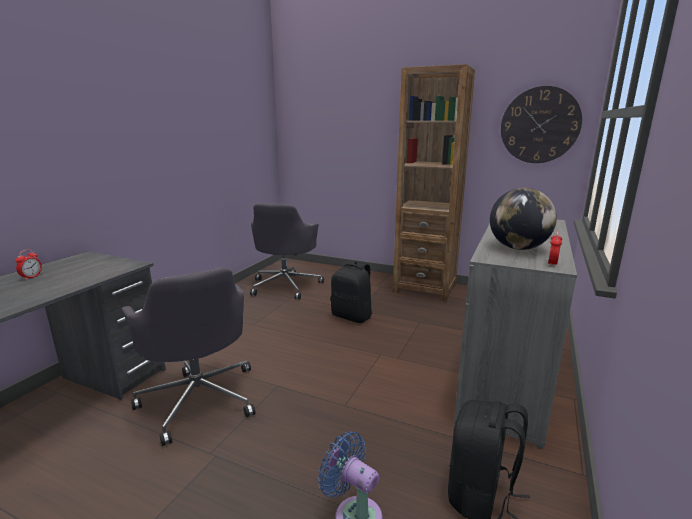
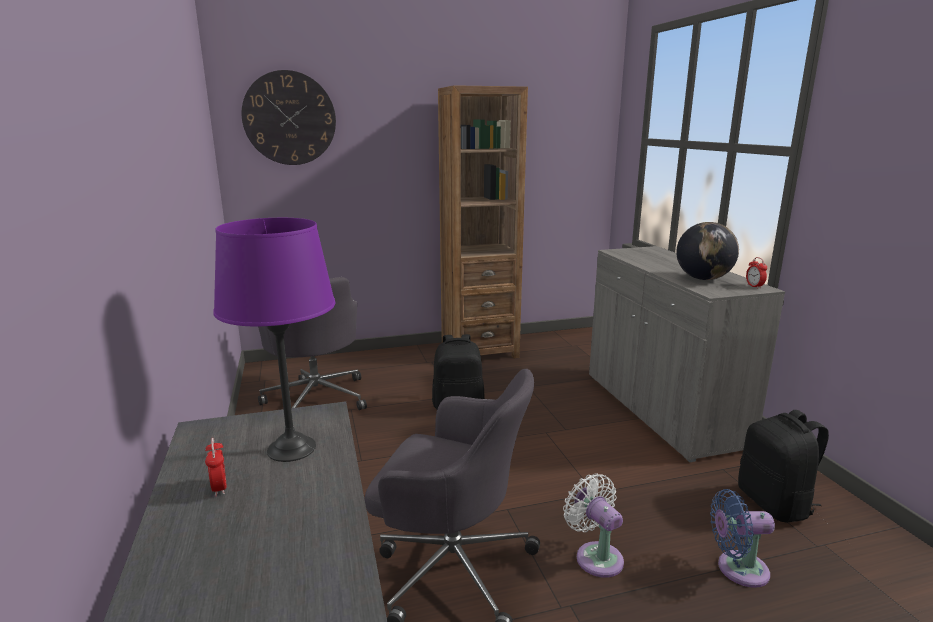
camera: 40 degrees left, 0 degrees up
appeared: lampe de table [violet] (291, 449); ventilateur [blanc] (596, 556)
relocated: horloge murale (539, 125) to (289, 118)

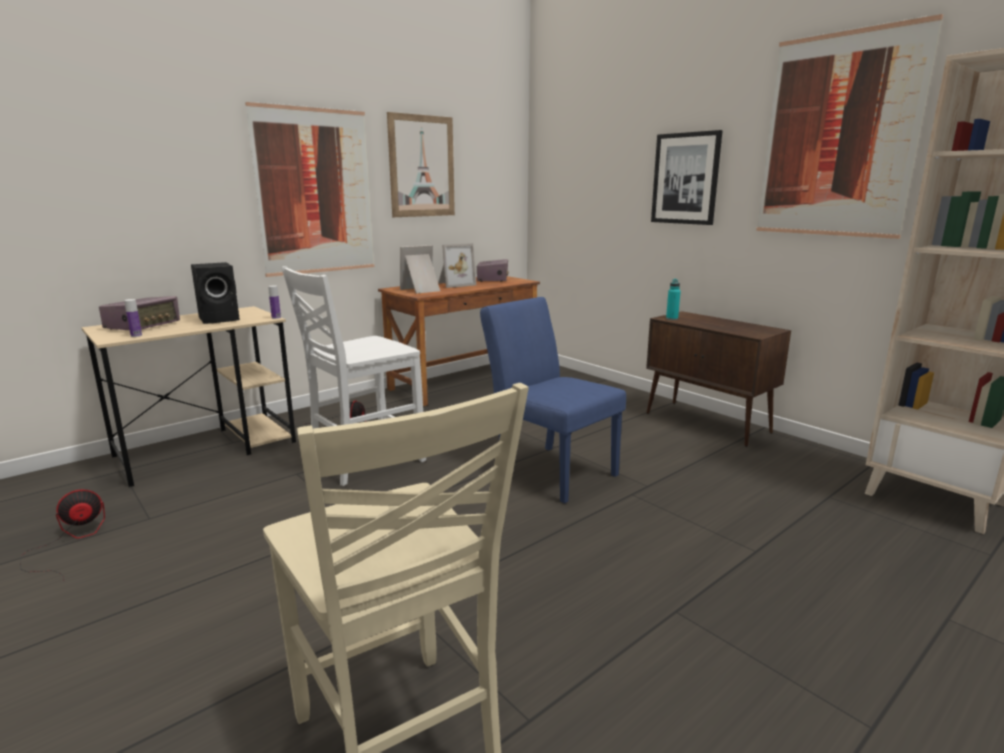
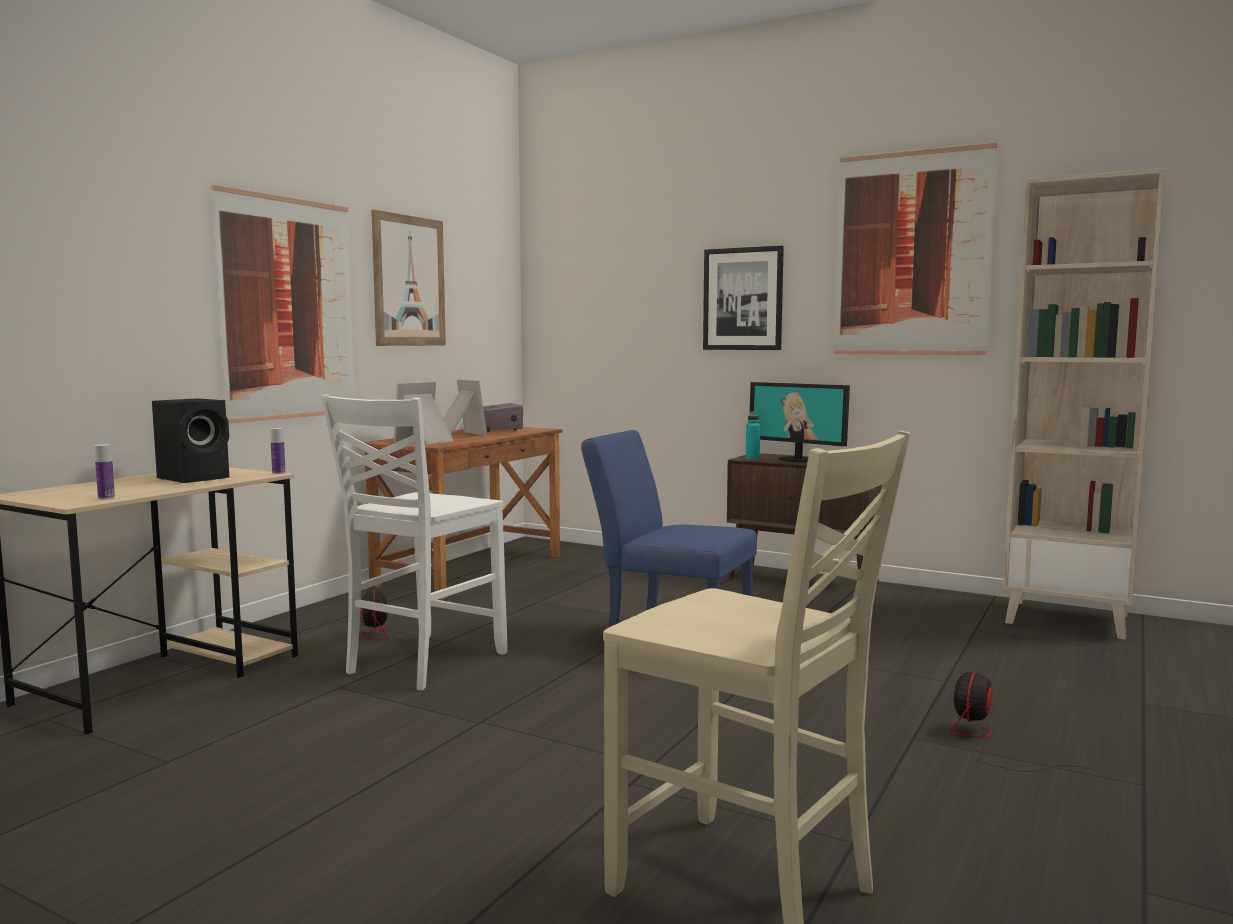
camera: 20 degrees left, 10 degrees down
missing: radio (143, 326)
appeared: écran d'ordinateur (797, 459)
relocated: ventilateur (70, 541) to (988, 741)
spun: cadre photo (454, 284) = (458, 435) 75 degrees counterclockwise

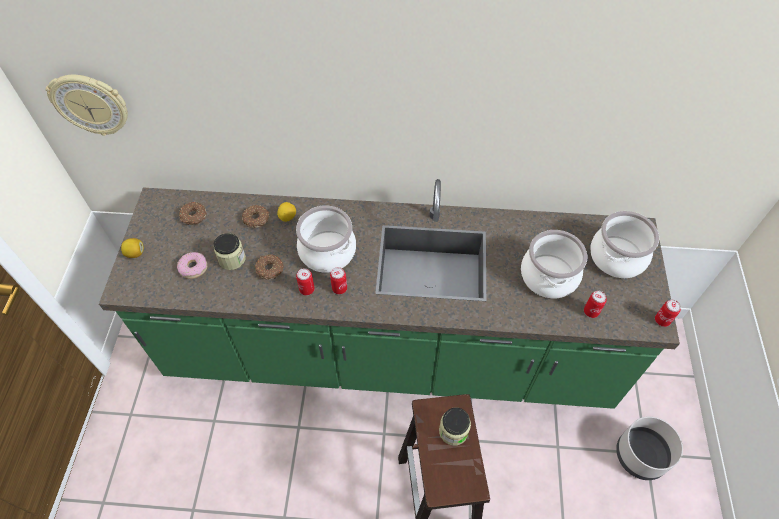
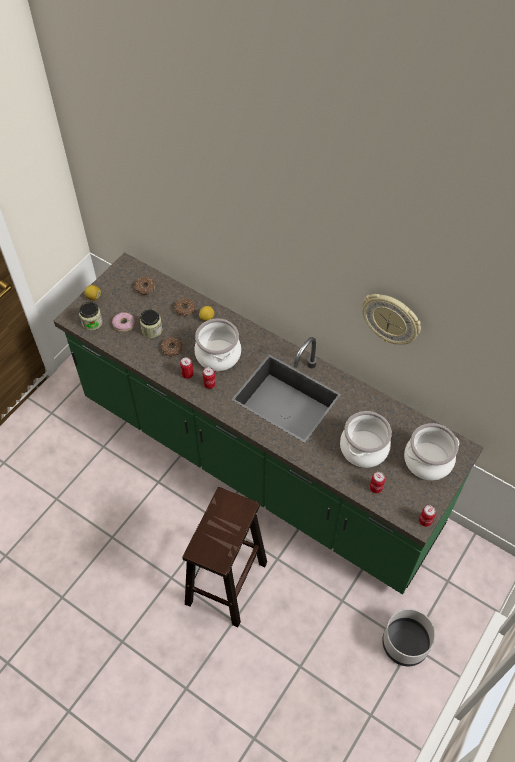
camera: 30 degrees right, 0 degrees up
relocated: horloge murale (91, 104) to (391, 319); bocal (453, 431) to (92, 322)

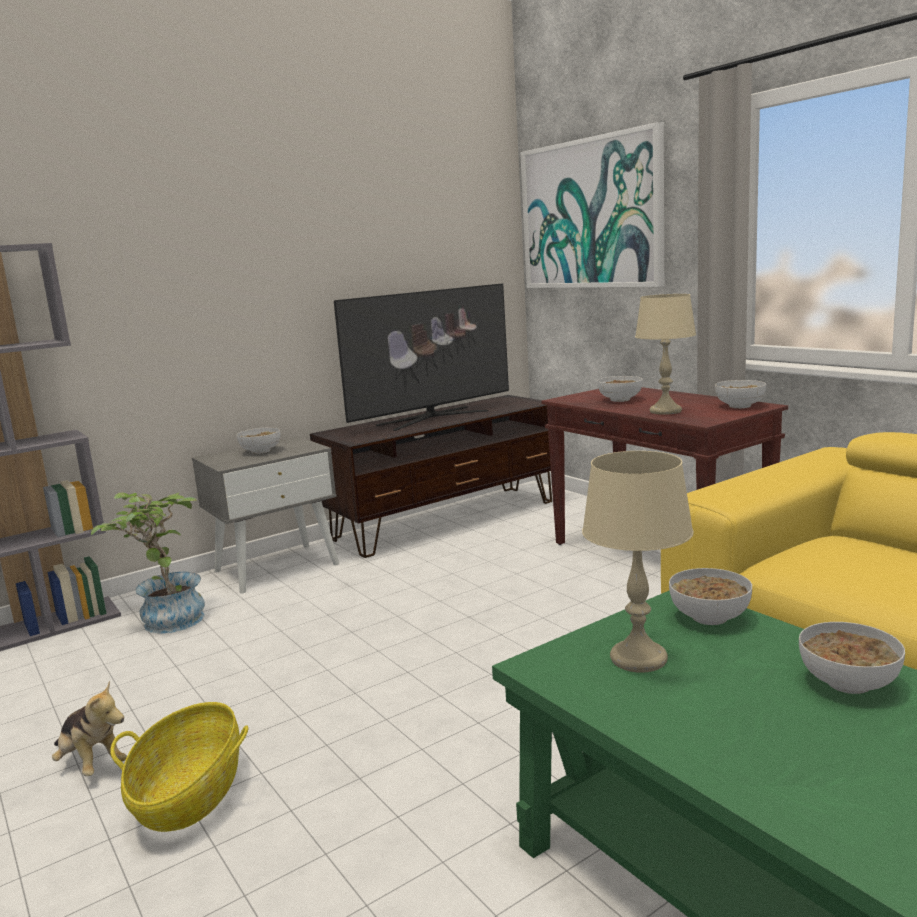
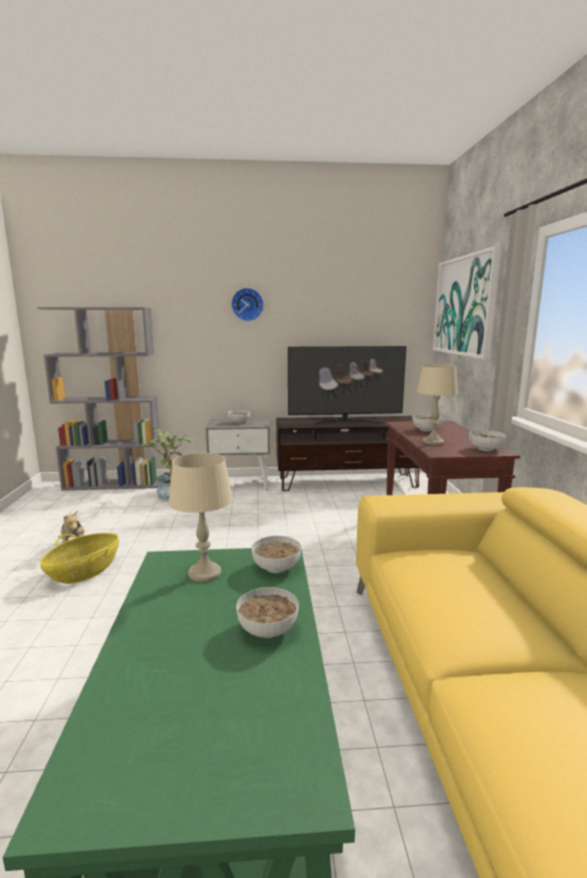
camera: 30 degrees right, 0 degrees up
appeared: horloge murale (247, 304)

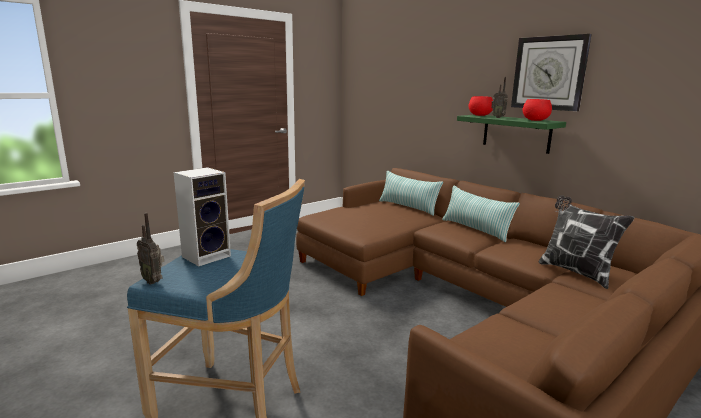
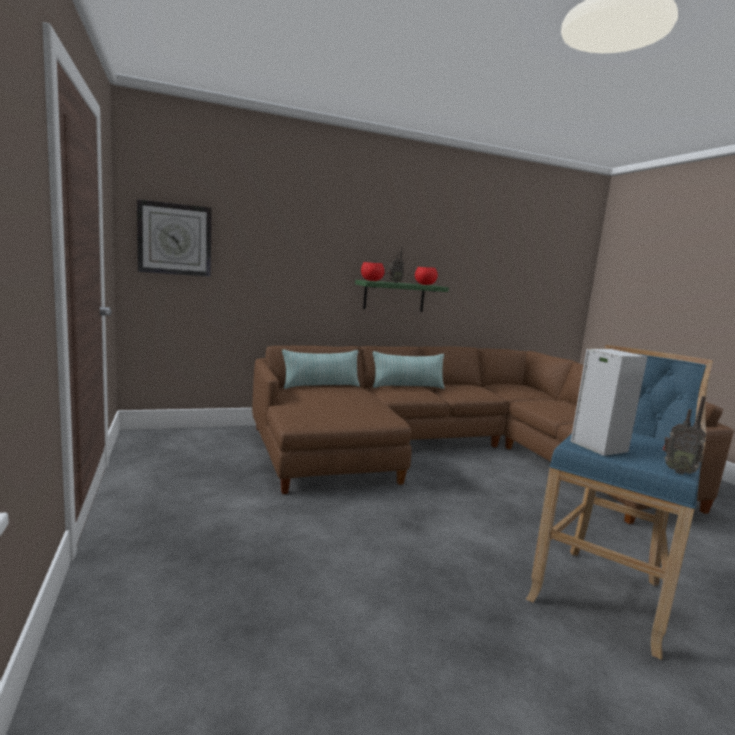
camera: 70 degrees left, 5 degrees down
missing: coussin (575, 272)
relocated: horloge murale (549, 73) to (175, 239)
spun: radio (153, 281) = (678, 471) 75 degrees clockwise

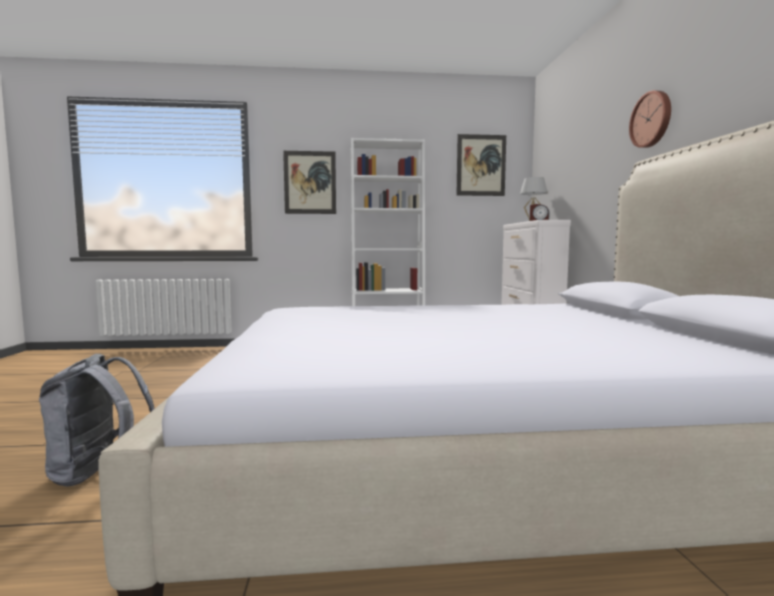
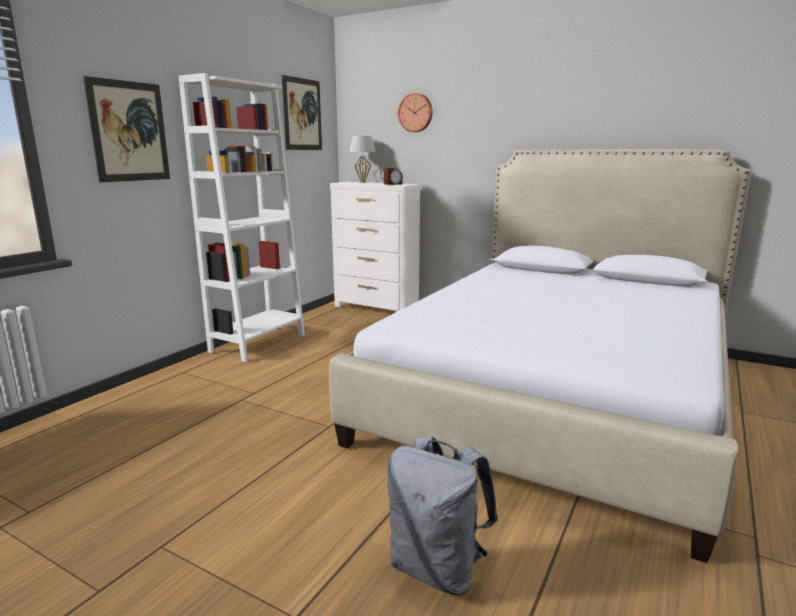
camera: 55 degrees left, 10 degrees up
relocated: horloge murale (652, 119) to (416, 113)

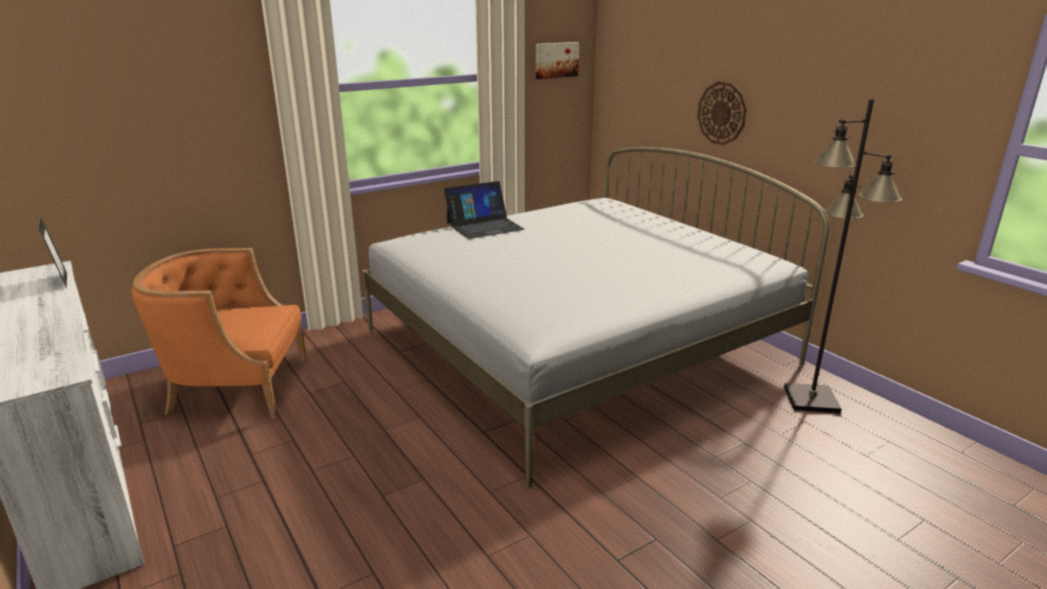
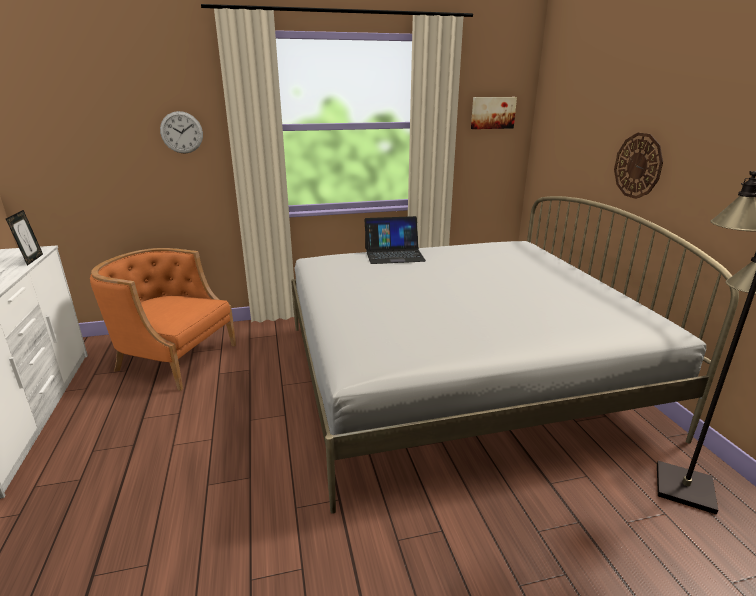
camera: 20 degrees right, 0 degrees up
appeared: horloge murale (181, 132)

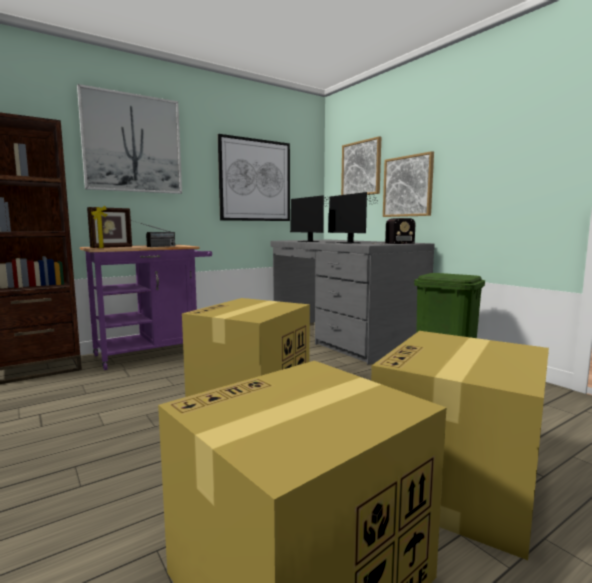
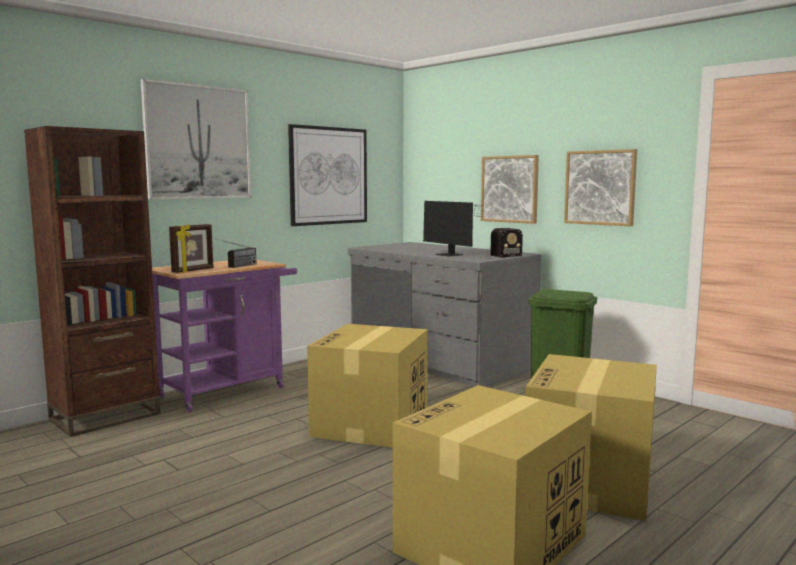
camera: 10 degrees left, 0 degrees up
missing: écran d'ordinateur (309, 241)
relocated: tableau (361, 168) to (600, 187)

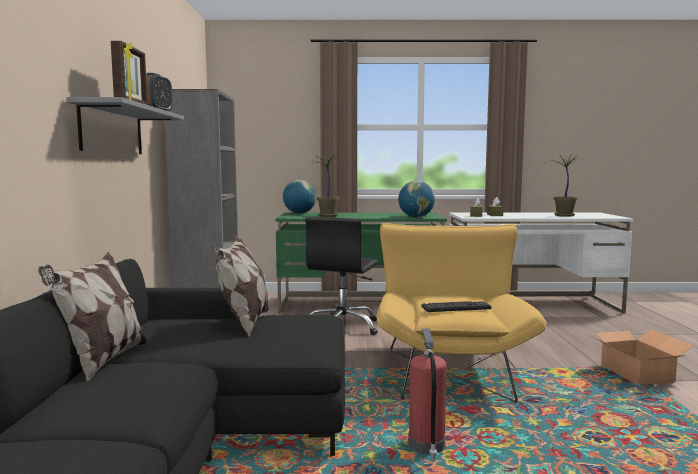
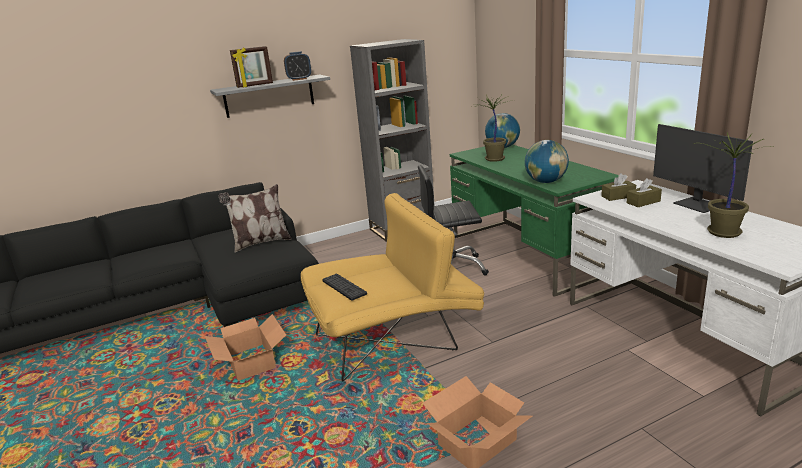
camera: 65 degrees right, 15 degrees up
missing: coussin (102, 360)
appeared: écran d'ordinateur (697, 205)
exchanged: extincteur (427, 447) to carton (251, 362)

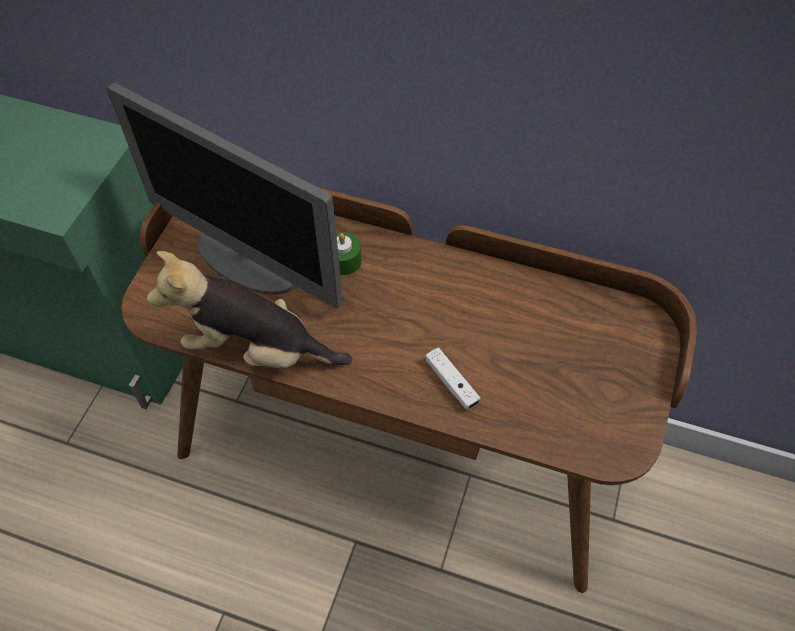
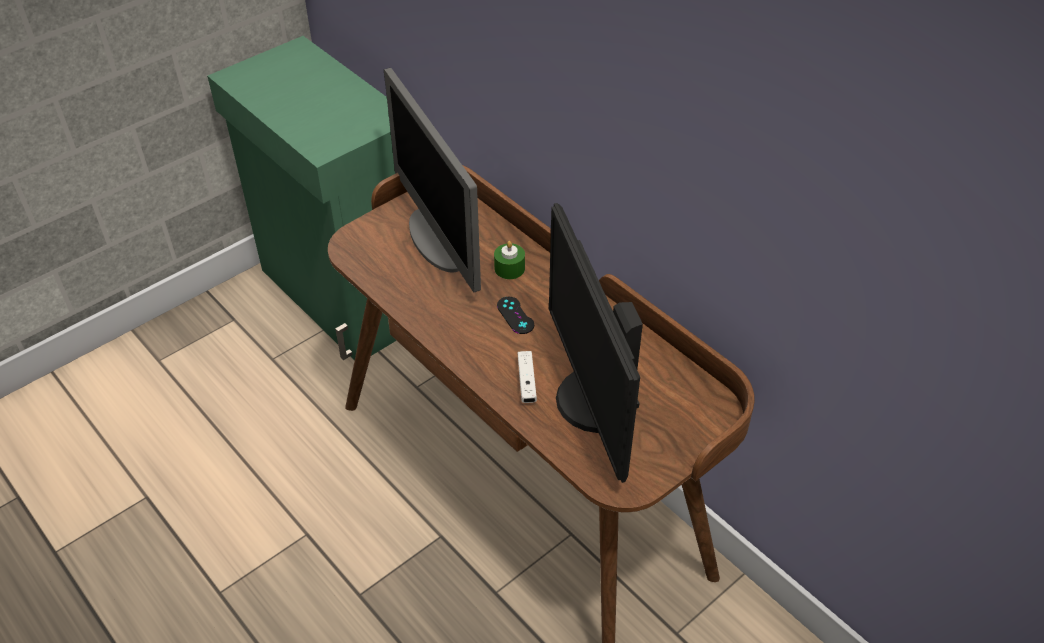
camera: 30 degrees right, 10 degrees down
missing: peluche (257, 350)
appeared: écran d'ordinateur (593, 401); manette [noir] (515, 315)

